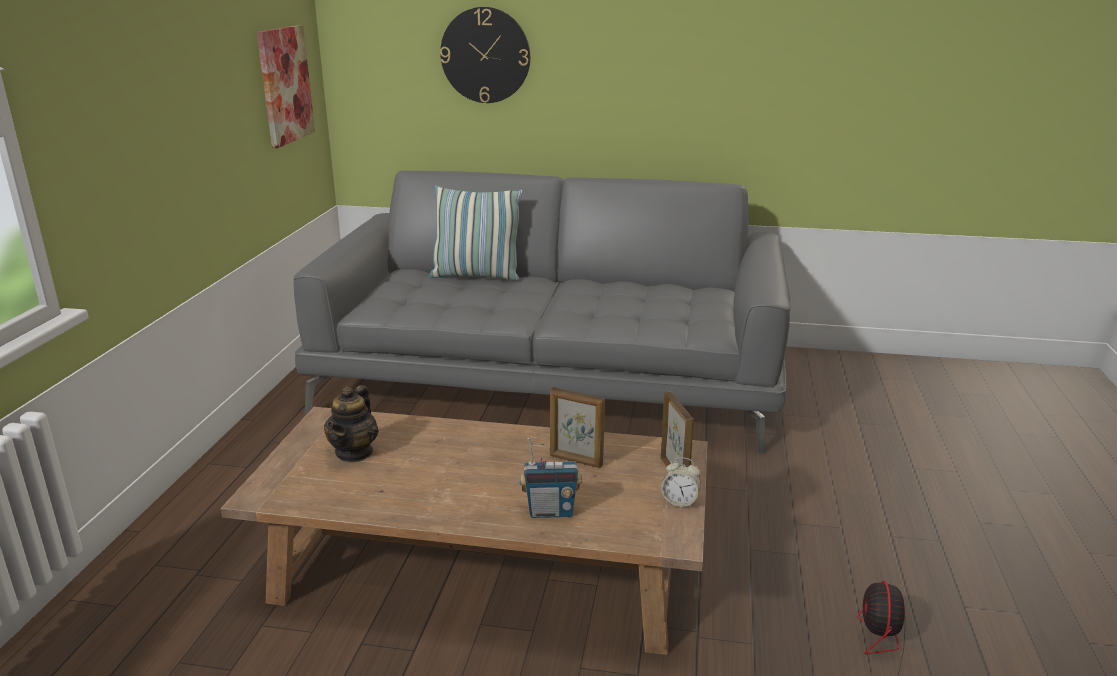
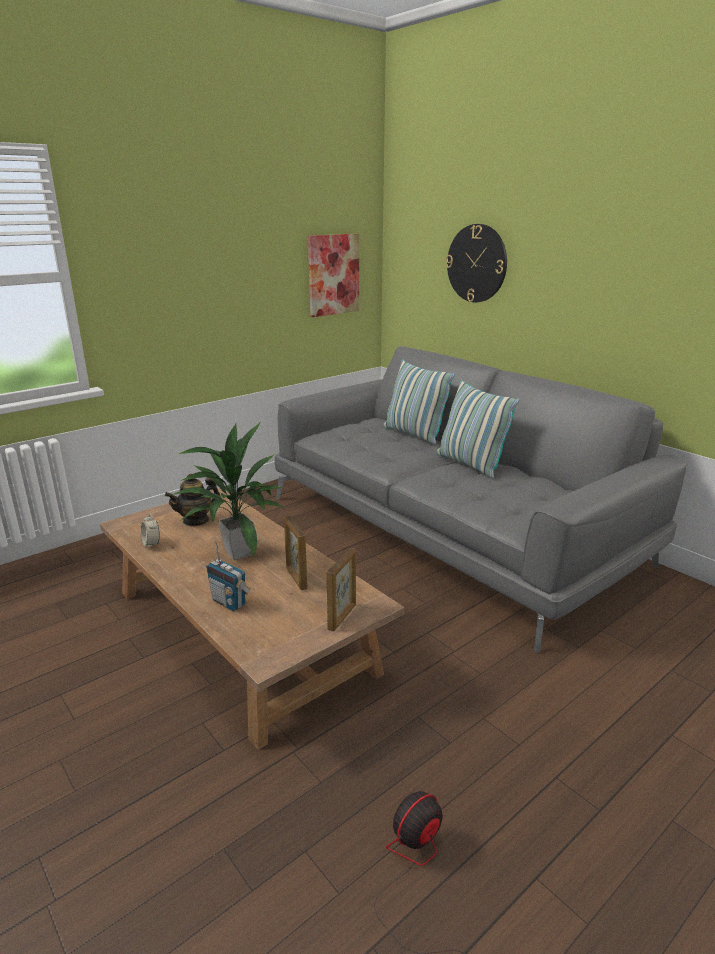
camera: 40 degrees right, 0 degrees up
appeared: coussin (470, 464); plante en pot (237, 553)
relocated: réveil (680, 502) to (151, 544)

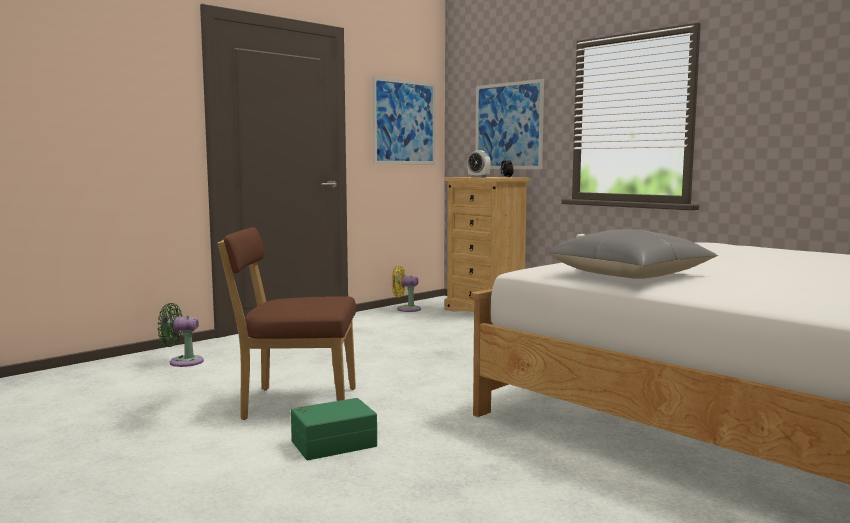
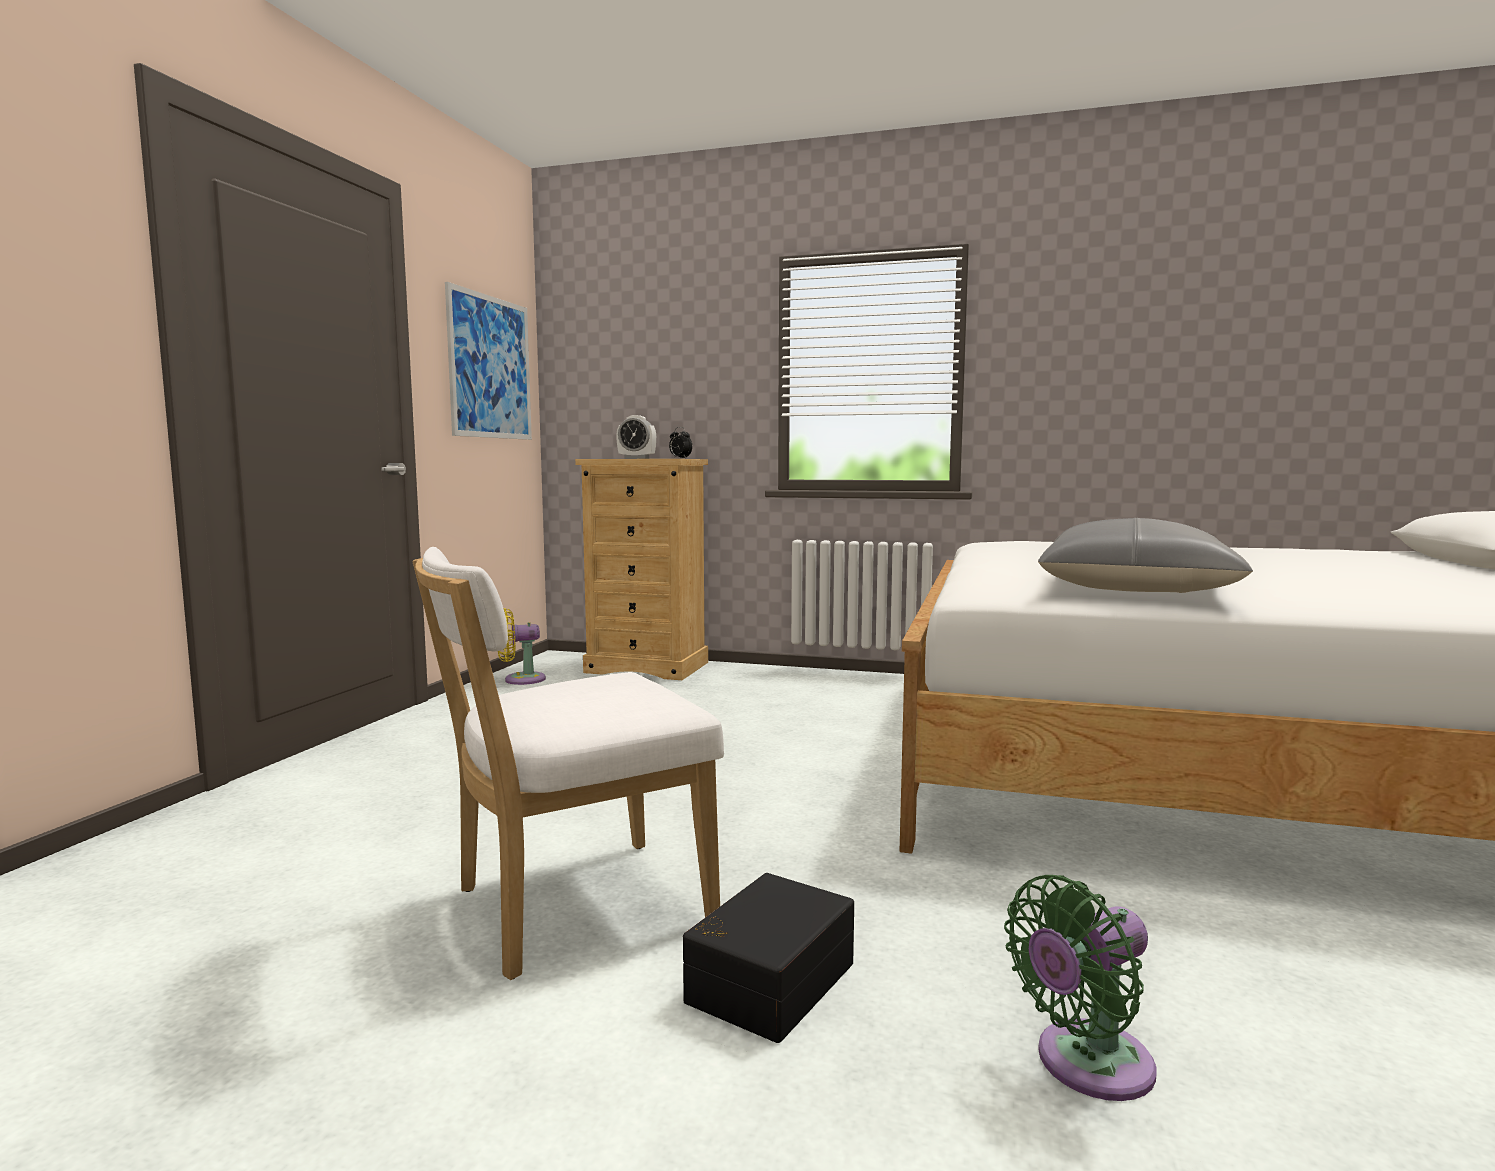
camera: 30 degrees left, 0 degrees up
missing: tableau (508, 126)
relocated: ventilateur [vert] (182, 362) to (1086, 1065)
colour: chaise [marron] (294, 403) to chaise [blanc] (570, 908); boîte de rangement [vert] (333, 443) to boîte de rangement [noir] (767, 981)

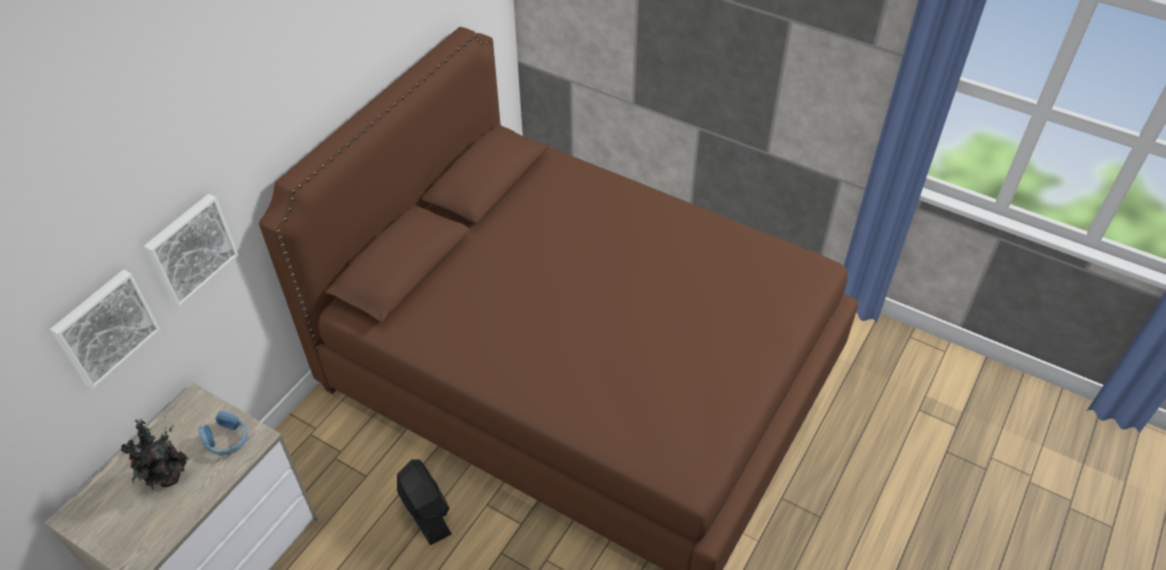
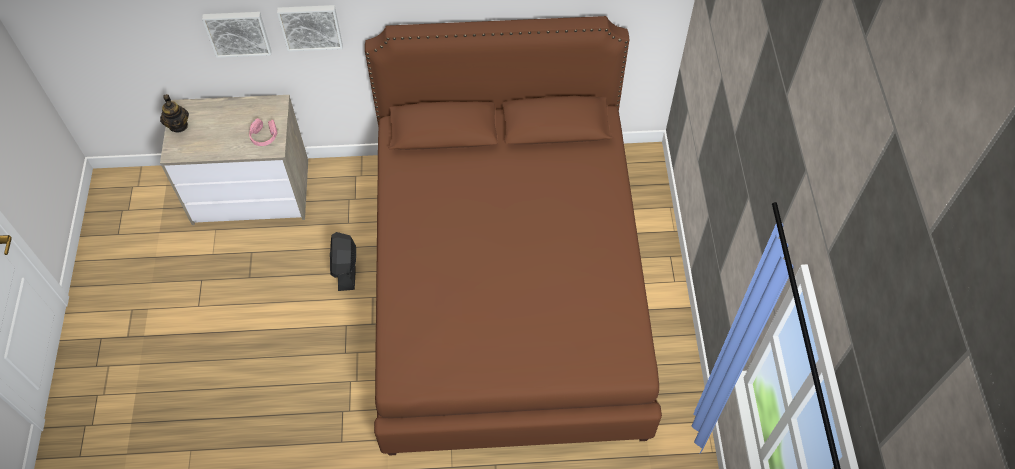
camera: 55 degrees right, 10 degrees up
missing: plante en pot (169, 480)
appeared: théière (178, 125)
colour: casque audio [bleu] (226, 440) to casque audio [rose] (264, 136)
spun: ventilateur [noir] (426, 512) = (346, 269) 150 degrees clockwise

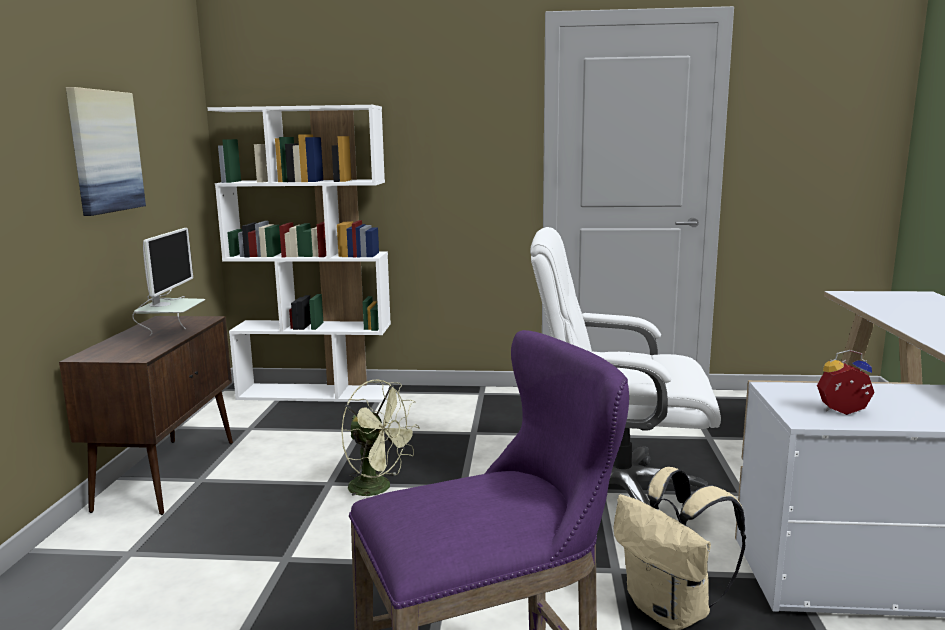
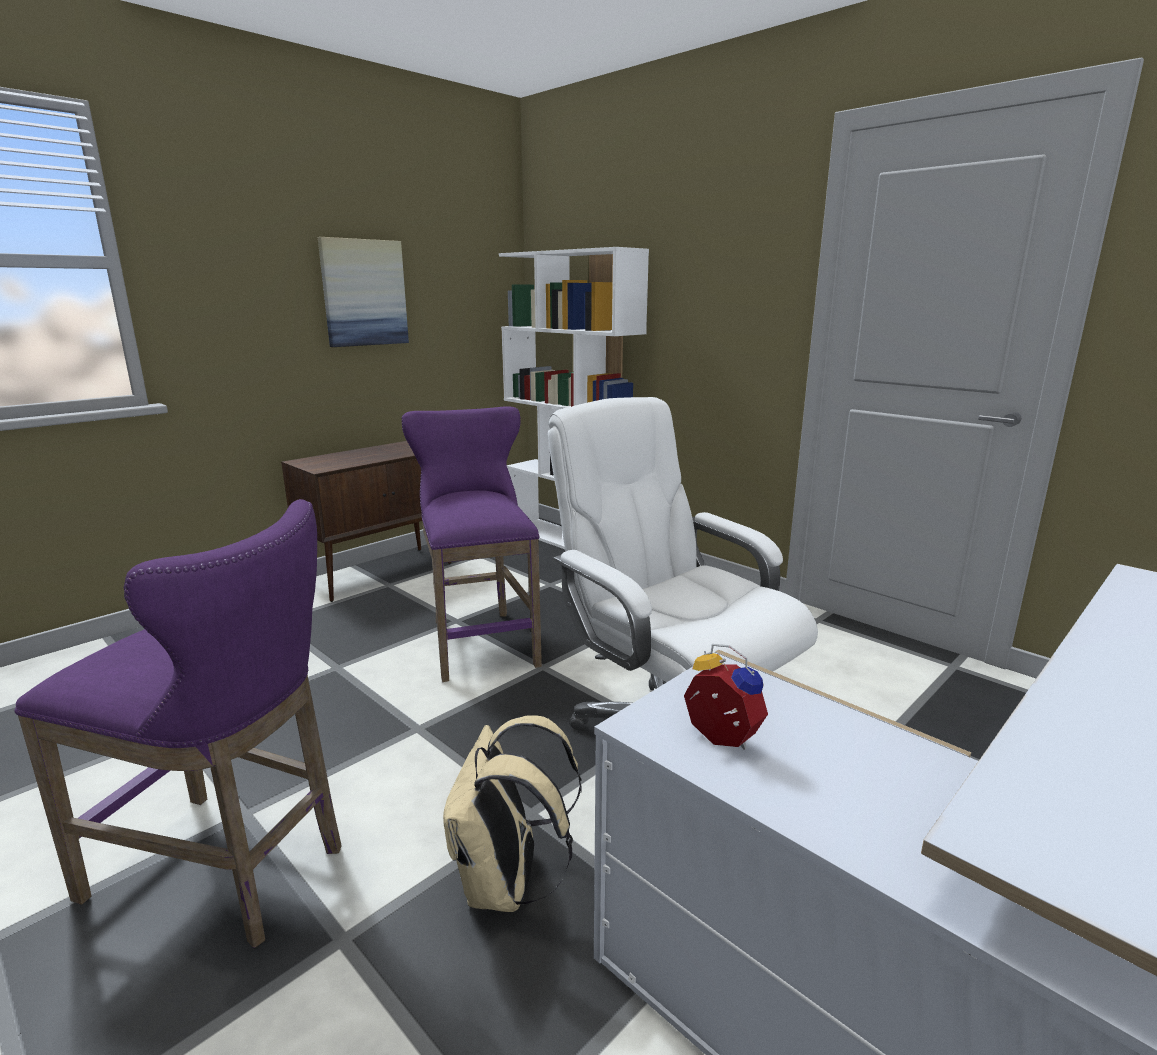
camera: 40 degrees right, 5 degrees up
missing: écran d'ordinateur (172, 336)
exchanged: ventilateur [vert] (378, 488) to tabouret [violet] (480, 640)

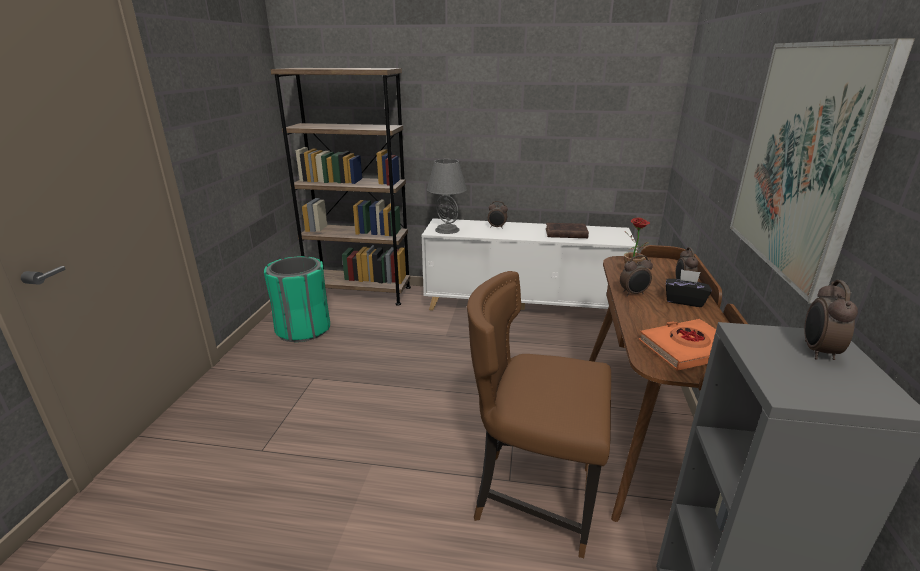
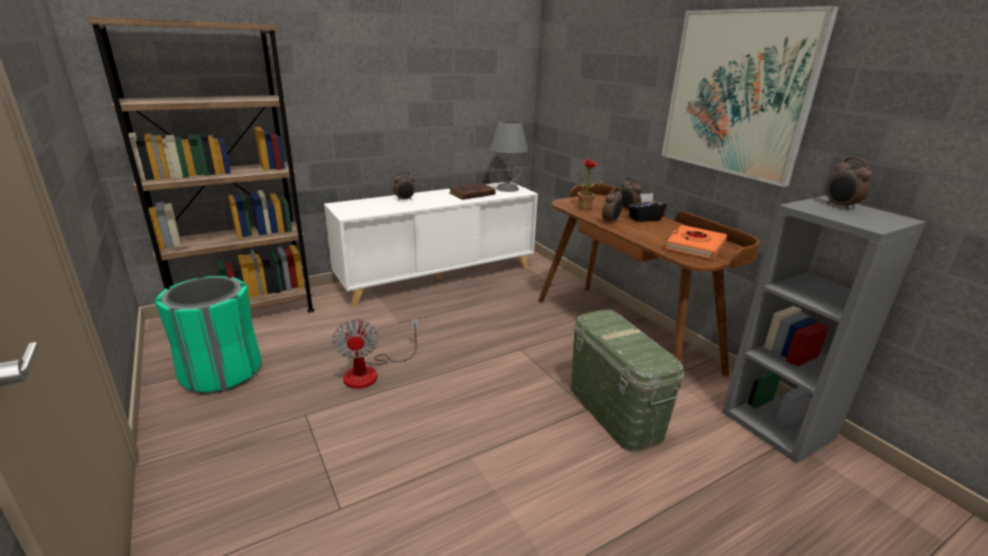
camera: 40 degrees left, 0 degrees up
appeared: ventilateur (371, 372)
relocated: lampe de table [gris] (446, 230) to (507, 188)
exchanged: chaise [marron] (532, 496) to boîte de rangement [vert] (614, 411)

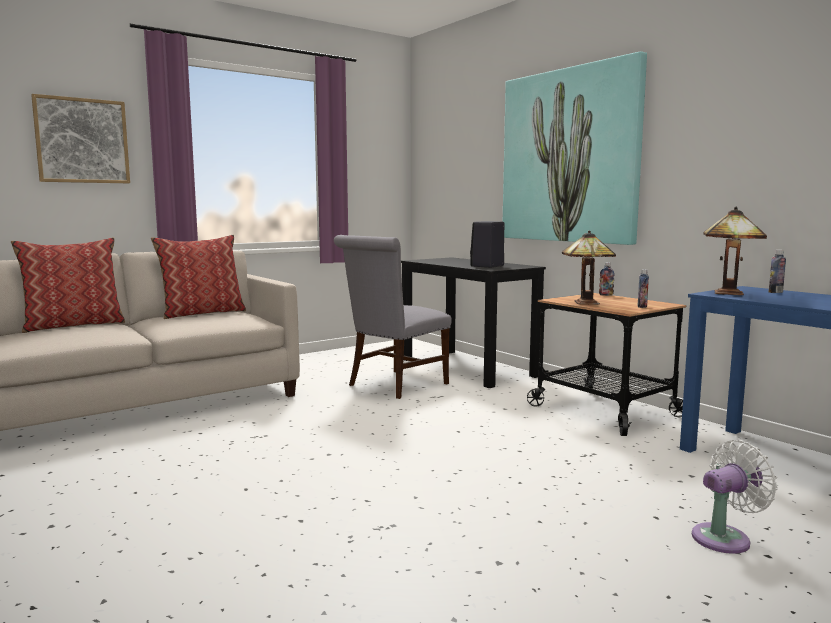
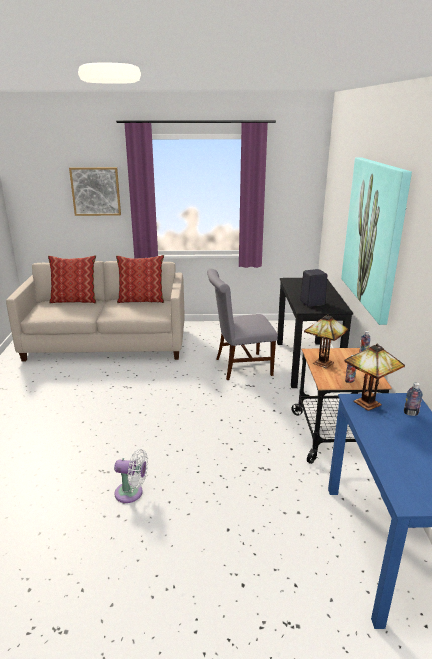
camera: 35 degrees right, 15 degrees up
relocated: ventilateur [blanc] (725, 538) to (132, 493)

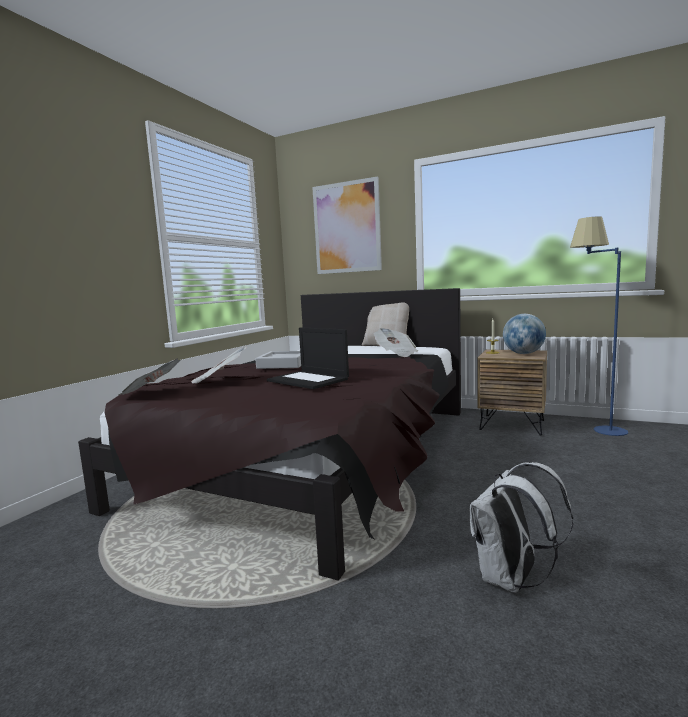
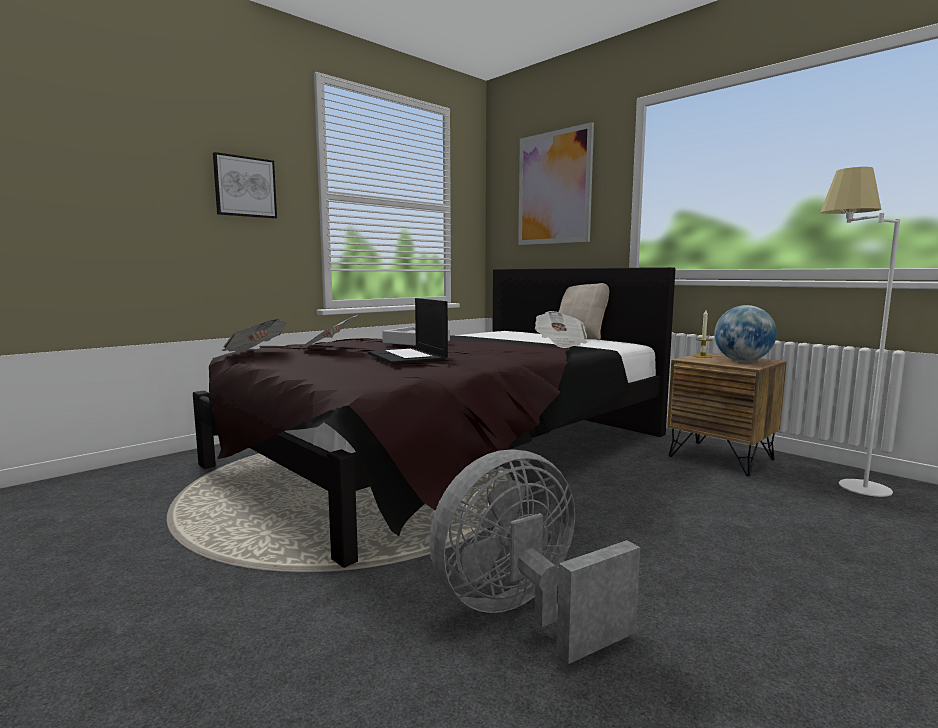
camera: 20 degrees right, 0 degrees up
appeared: tableau (245, 187)
exchanged: sac à dos [blanc] (511, 579) to ventilateur [gris] (522, 614)
colour: lampadaire [bleu] (595, 430) to lampadaire [blanc] (840, 483)

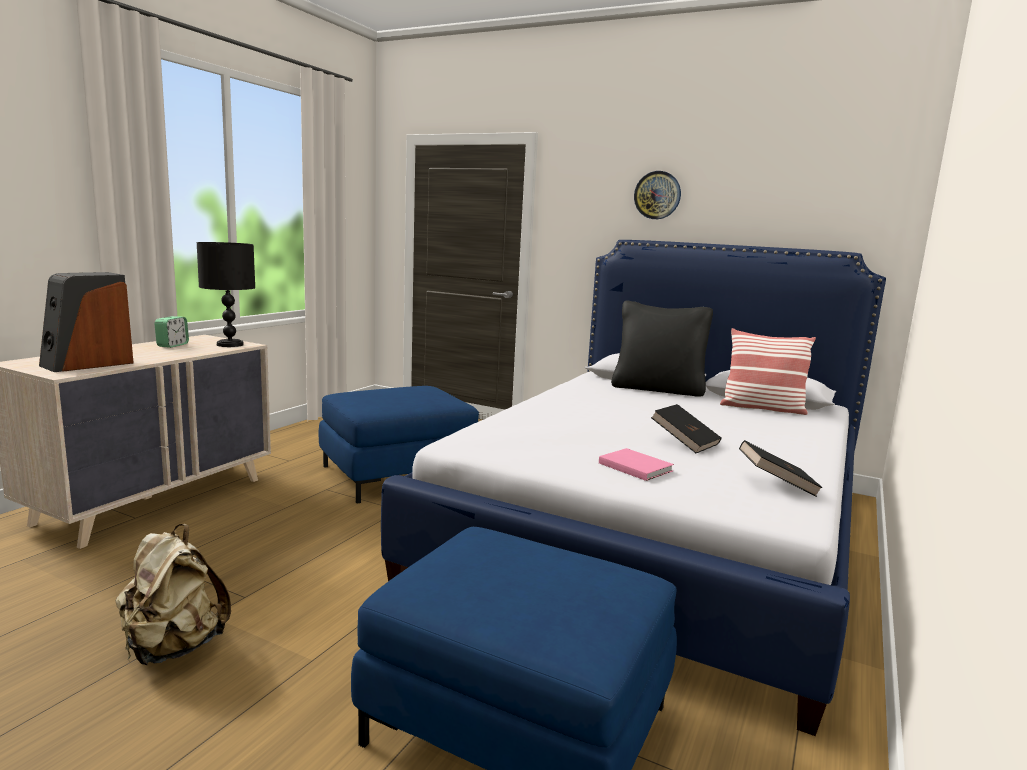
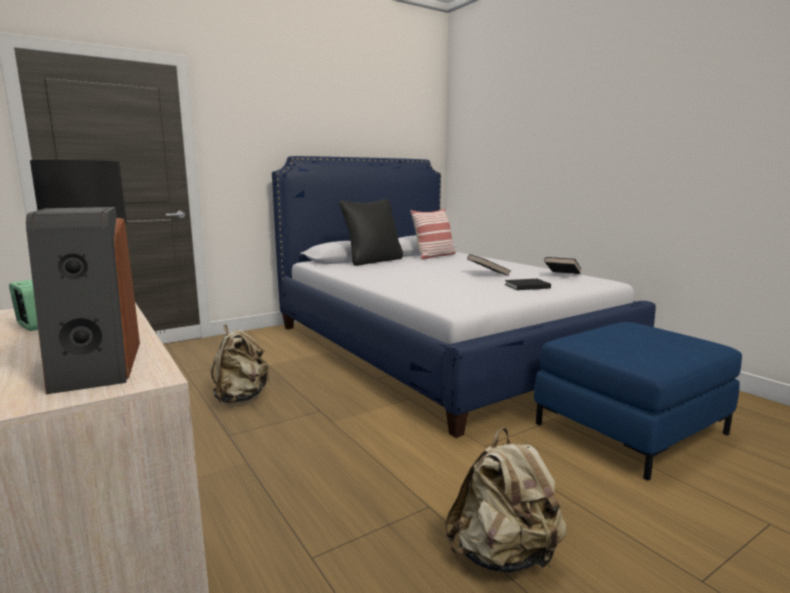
camera: 60 degrees left, 0 degrees up
missing: horloge murale (657, 195)
exchanged: pouf [bleu] (398, 474) to sac à dos [beige] (241, 397)
colour: livre [rose] (634, 466) to livre [noir] (526, 286)

